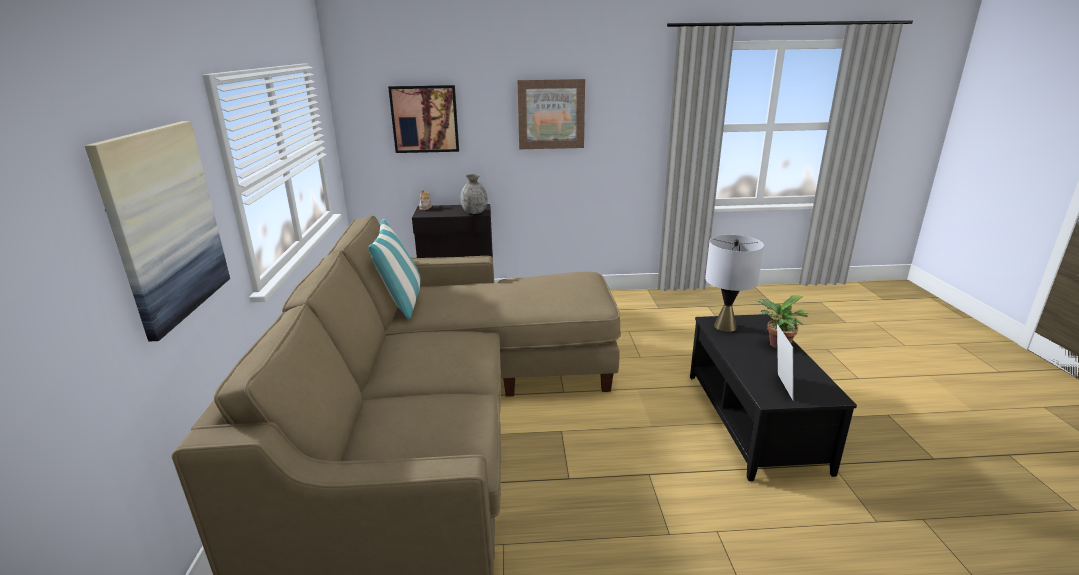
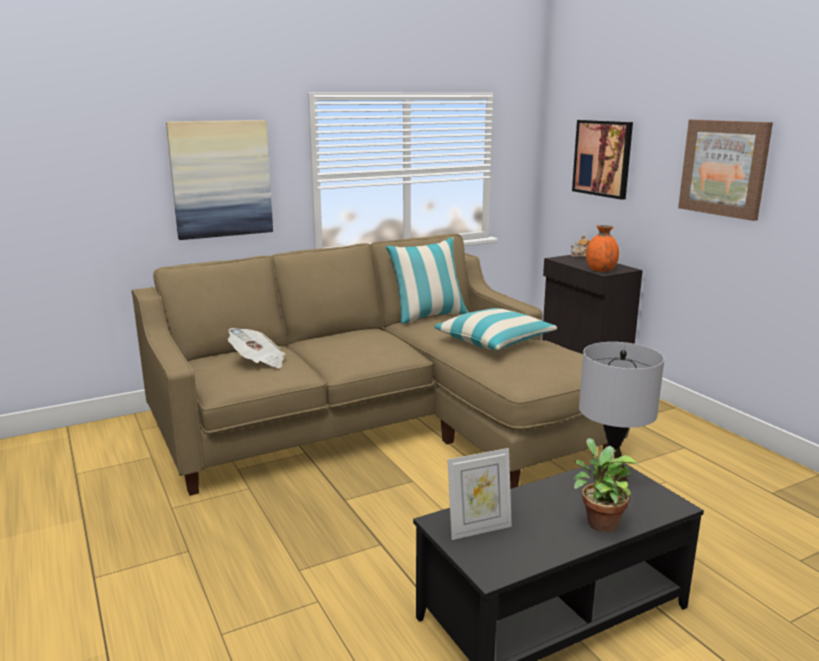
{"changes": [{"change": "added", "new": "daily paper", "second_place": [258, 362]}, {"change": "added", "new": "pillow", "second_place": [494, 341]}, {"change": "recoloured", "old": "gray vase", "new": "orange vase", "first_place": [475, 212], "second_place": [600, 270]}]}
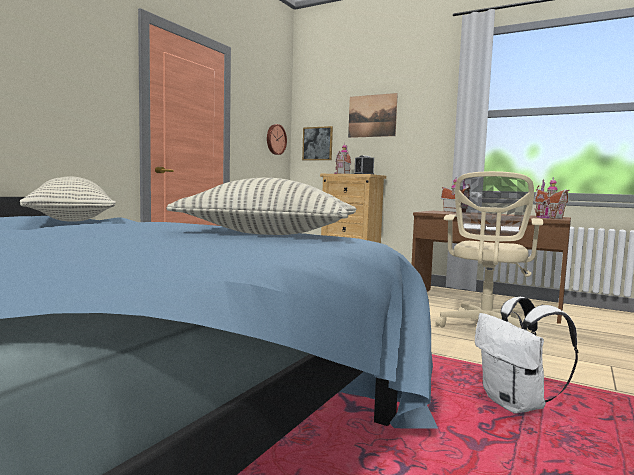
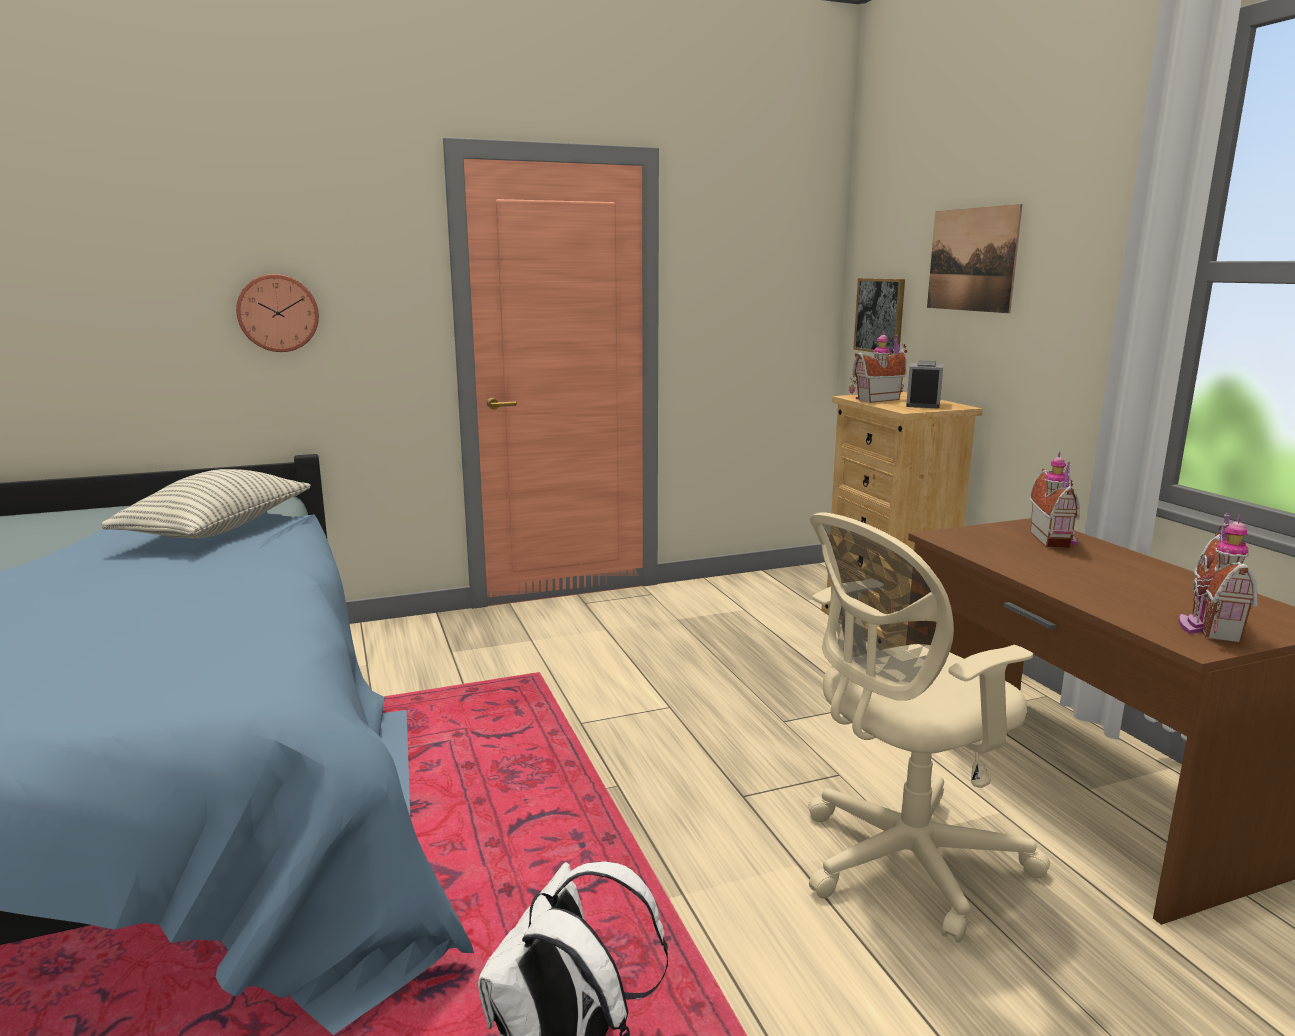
{"changes": [{"change": "moved", "old": "clock on the wall", "first_place": [275, 139], "second_place": [278, 313]}, {"change": "removed", "old": "pillow", "first_place": [267, 234]}]}
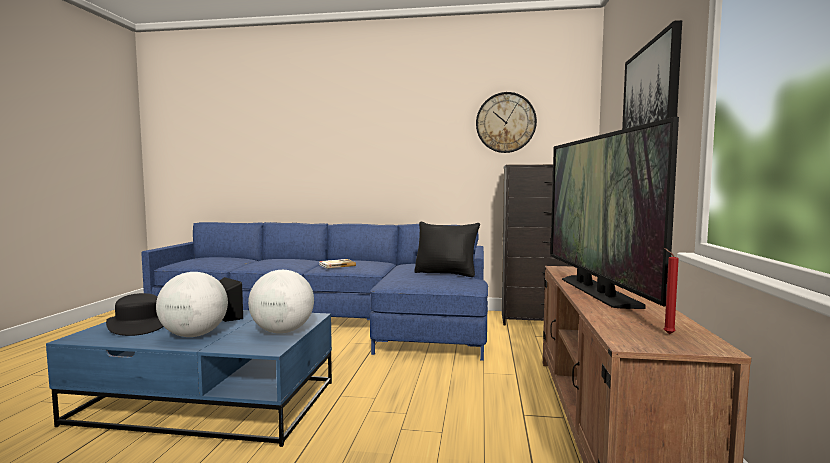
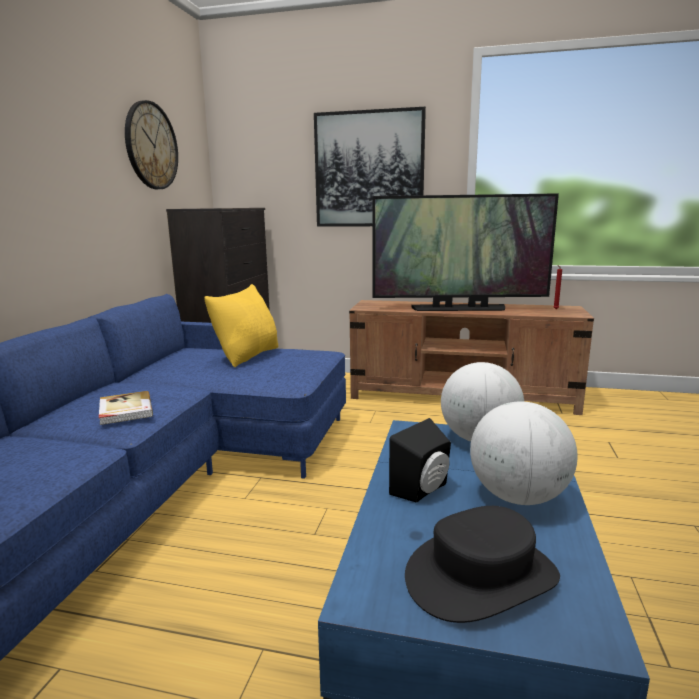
{"changes": [{"change": "recoloured", "old": "blackish pillow", "new": "yellowish pillow", "first_place": [446, 273], "second_place": [247, 356]}]}
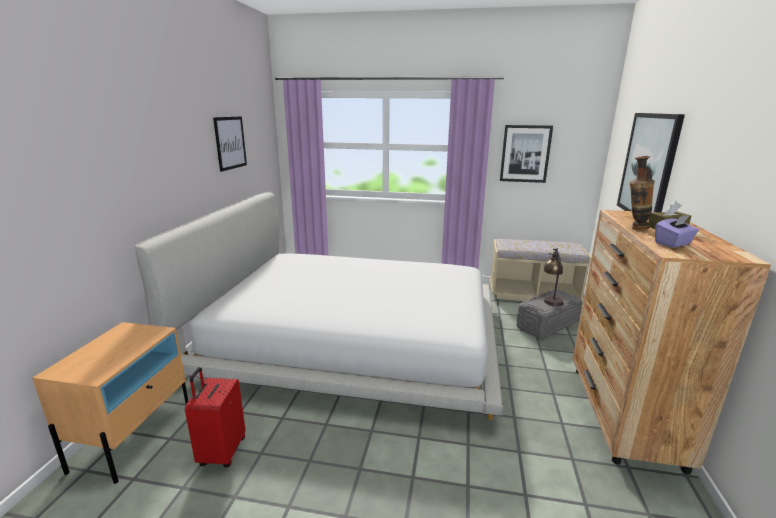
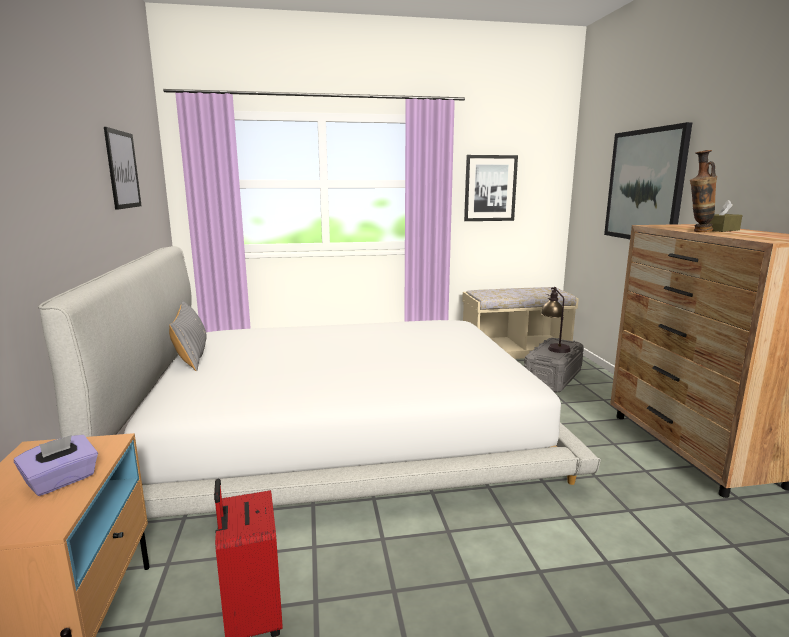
{"changes": [{"change": "moved", "old": "purplish tissue box", "first_place": [673, 243], "second_place": [62, 481]}, {"change": "added", "new": "gray pillow", "second_place": [192, 354]}]}
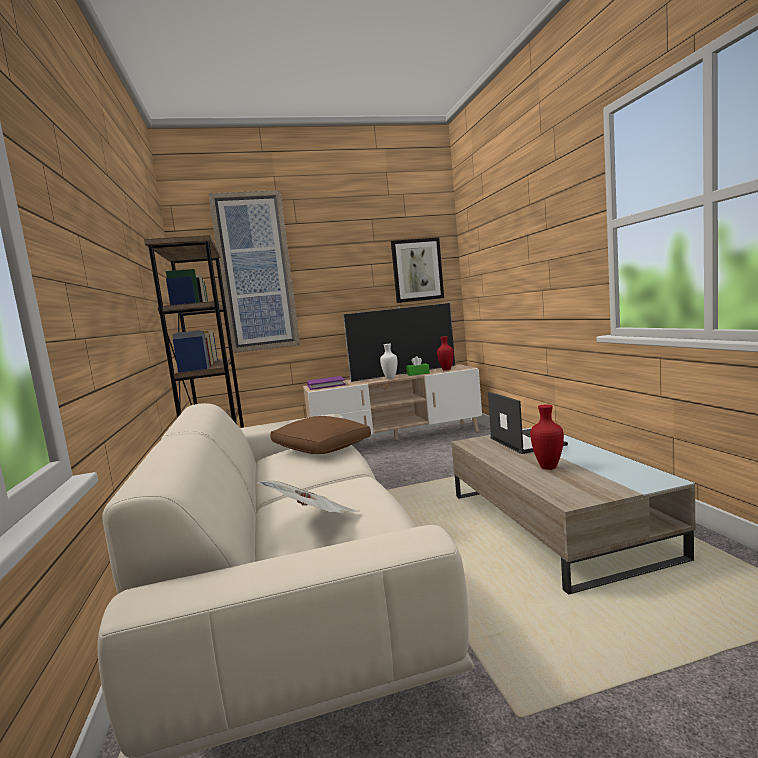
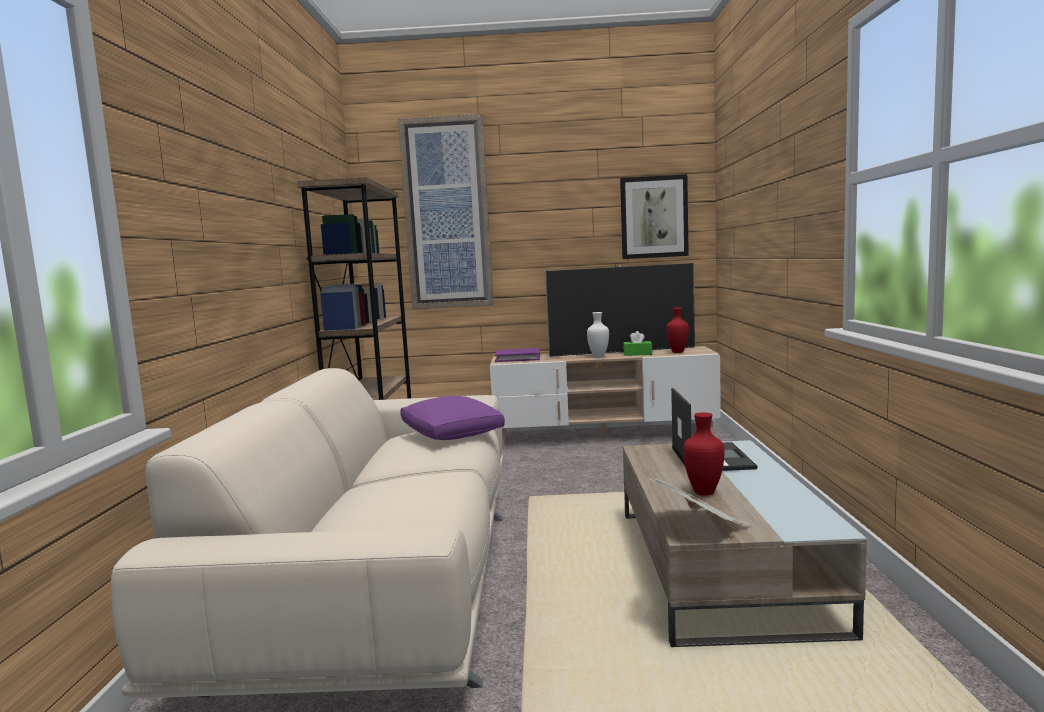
{"changes": [{"change": "recoloured", "old": "brownish pillow", "new": "purplish pillow", "first_place": [321, 448], "second_place": [452, 433]}, {"change": "moved", "old": "daily paper", "first_place": [312, 521], "second_place": [699, 526]}]}
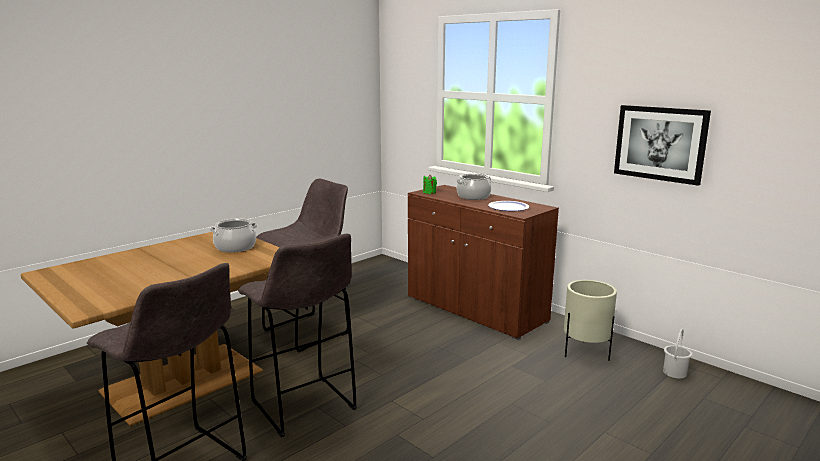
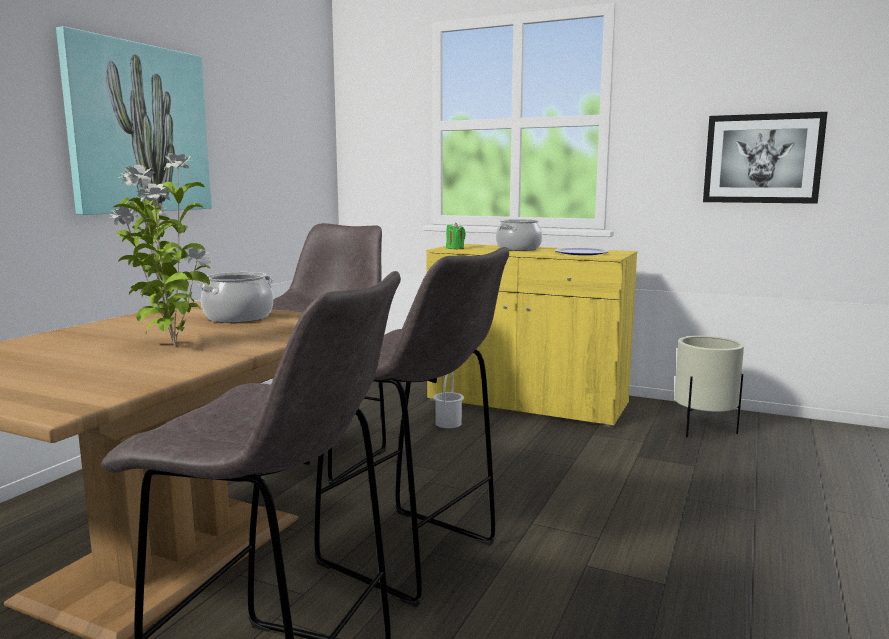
{"changes": [{"change": "added", "new": "wall picture", "second_place": [139, 129]}, {"change": "added", "new": "potted plant", "second_place": [171, 346]}, {"change": "recoloured", "old": "brownish storage cabinet", "new": "yellowish storage cabinet", "first_place": [475, 309], "second_place": [526, 403]}, {"change": "moved", "old": "whitish pail", "first_place": [674, 372], "second_place": [448, 423]}]}
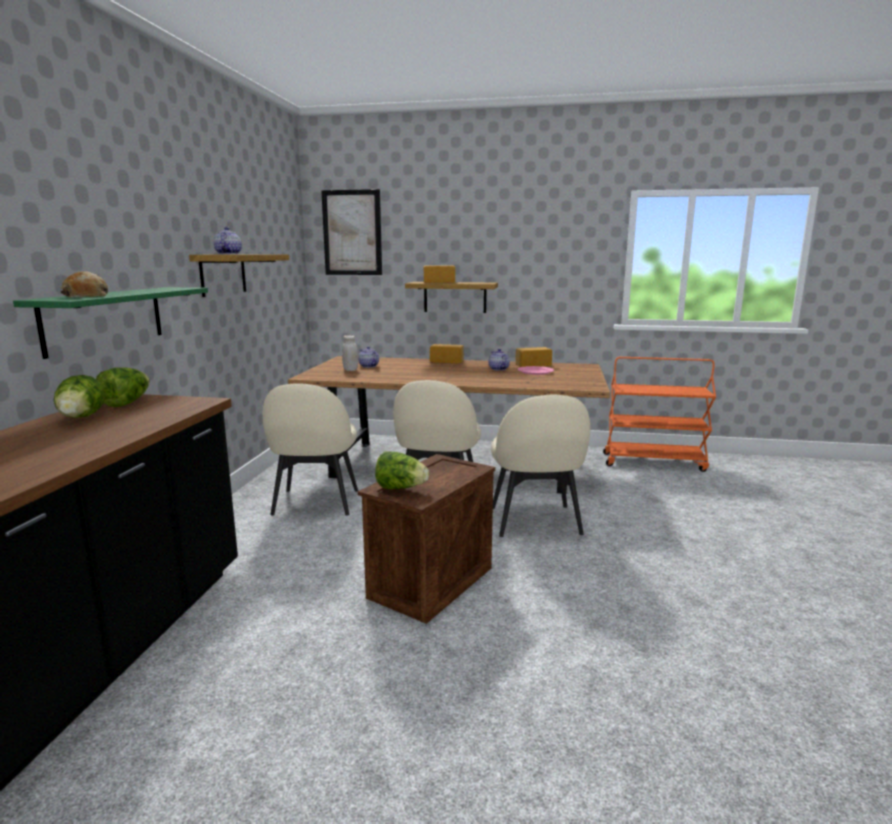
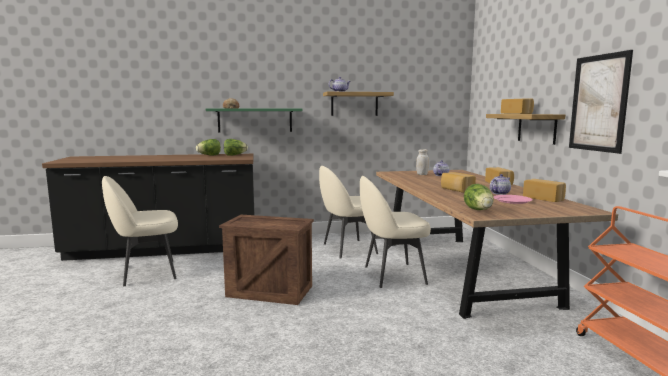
{"changes": [{"change": "moved", "old": "beige upright chair", "first_place": [535, 522], "second_place": [147, 273]}, {"change": "added", "new": "baked bread", "second_place": [456, 190]}, {"change": "moved", "old": "lettuce head", "first_place": [401, 488], "second_place": [479, 210]}, {"change": "moved", "old": "wall picture", "first_place": [352, 233], "second_place": [598, 103]}]}
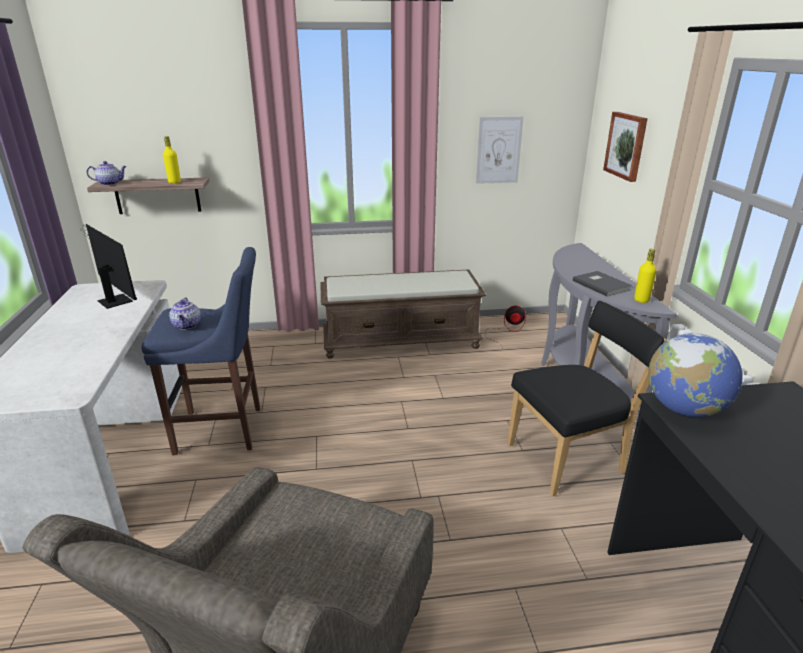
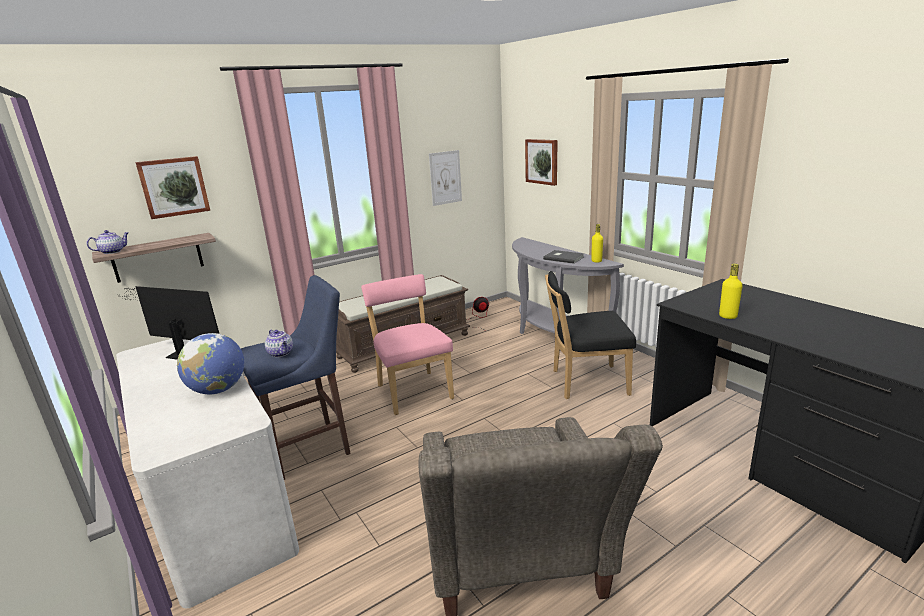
{"changes": [{"change": "added", "new": "wall picture", "second_place": [174, 187]}, {"change": "moved", "old": "globe", "first_place": [684, 409], "second_place": [218, 390]}, {"change": "added", "new": "pink upright chair", "second_place": [413, 390]}, {"change": "turned", "old": "blackish upright chair", "first_place": [570, 458], "second_place": [585, 382], "degrees": -135}, {"change": "moved", "old": "yellowish bottle", "first_place": [174, 182], "second_place": [728, 316]}]}
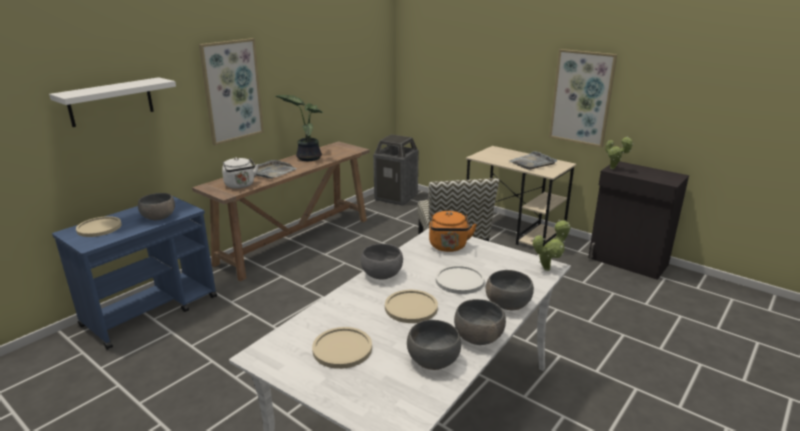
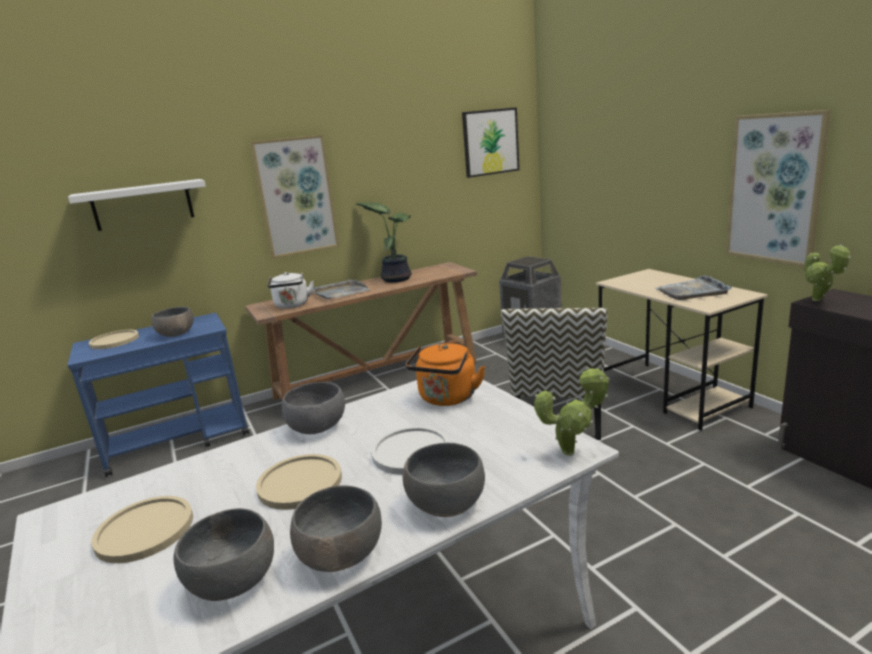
{"changes": [{"change": "added", "new": "wall picture", "second_place": [490, 142]}]}
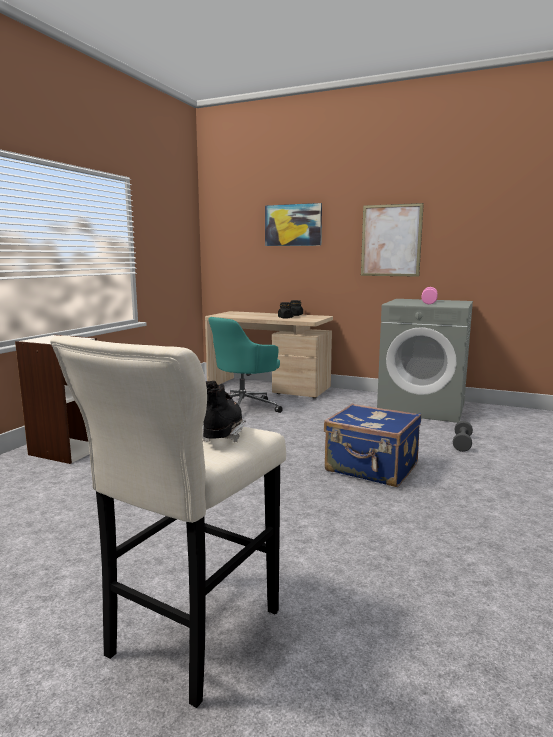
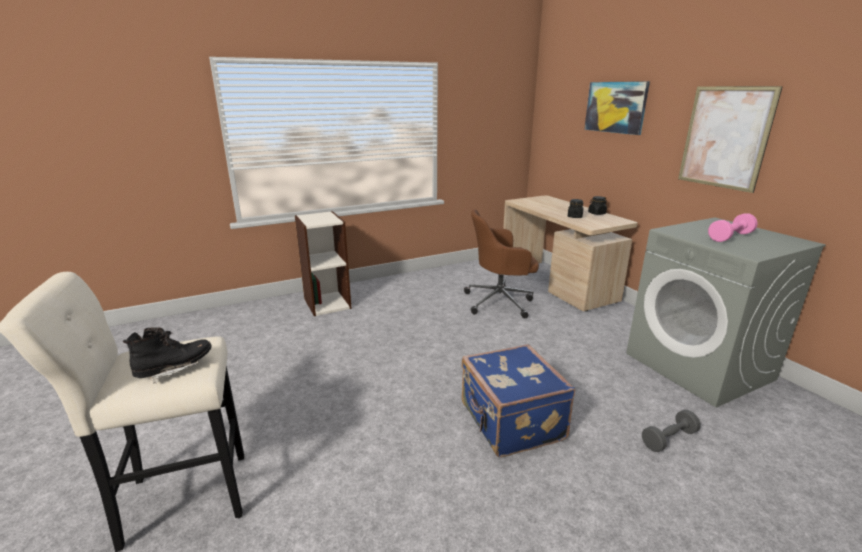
{"changes": [{"change": "recoloured", "old": "turquoise computer chair", "new": "brownish computer chair", "first_place": [243, 408], "second_place": [500, 302]}]}
